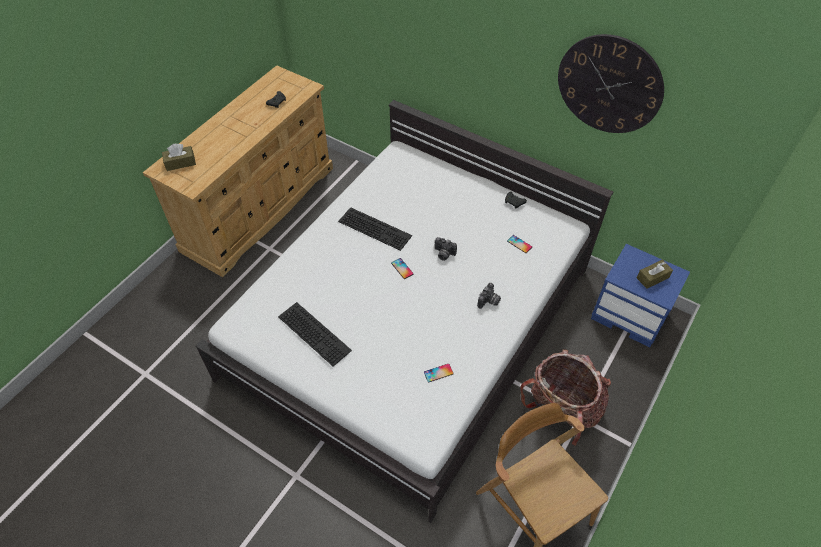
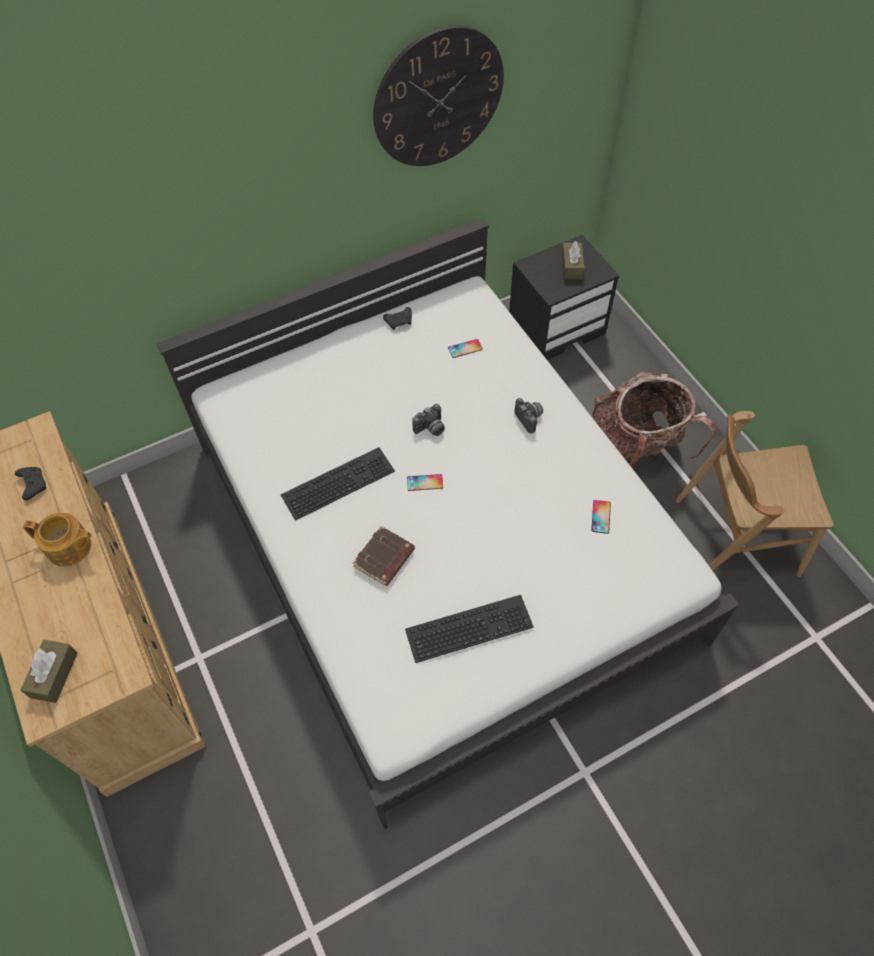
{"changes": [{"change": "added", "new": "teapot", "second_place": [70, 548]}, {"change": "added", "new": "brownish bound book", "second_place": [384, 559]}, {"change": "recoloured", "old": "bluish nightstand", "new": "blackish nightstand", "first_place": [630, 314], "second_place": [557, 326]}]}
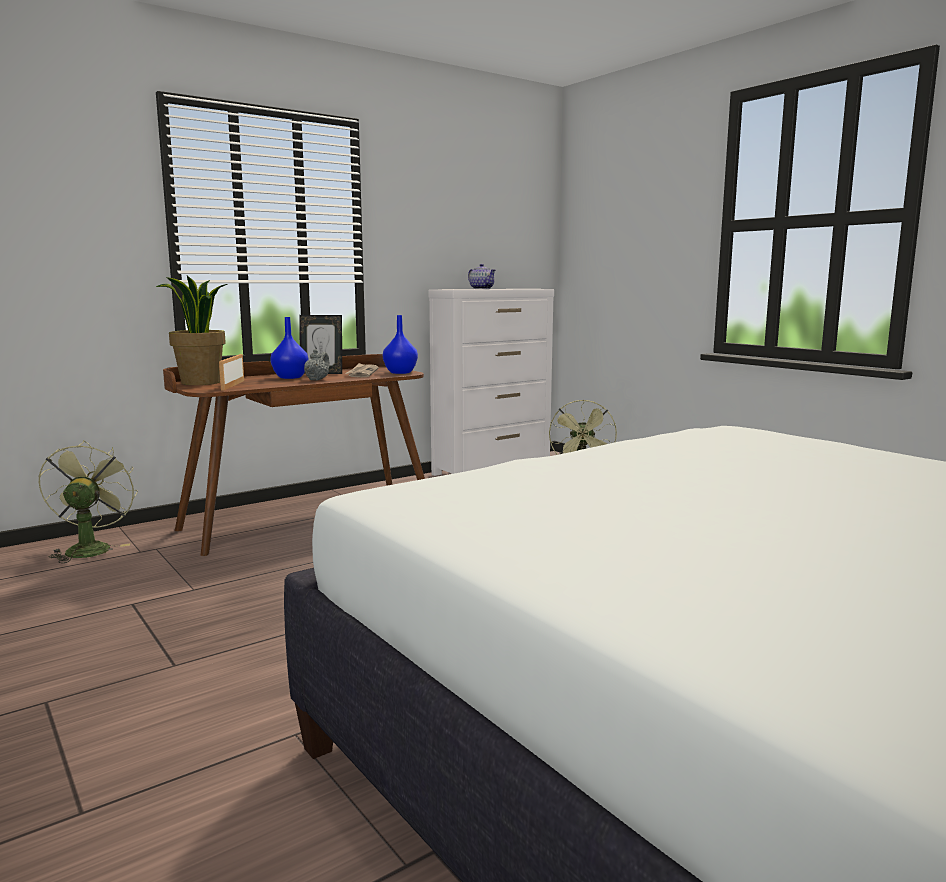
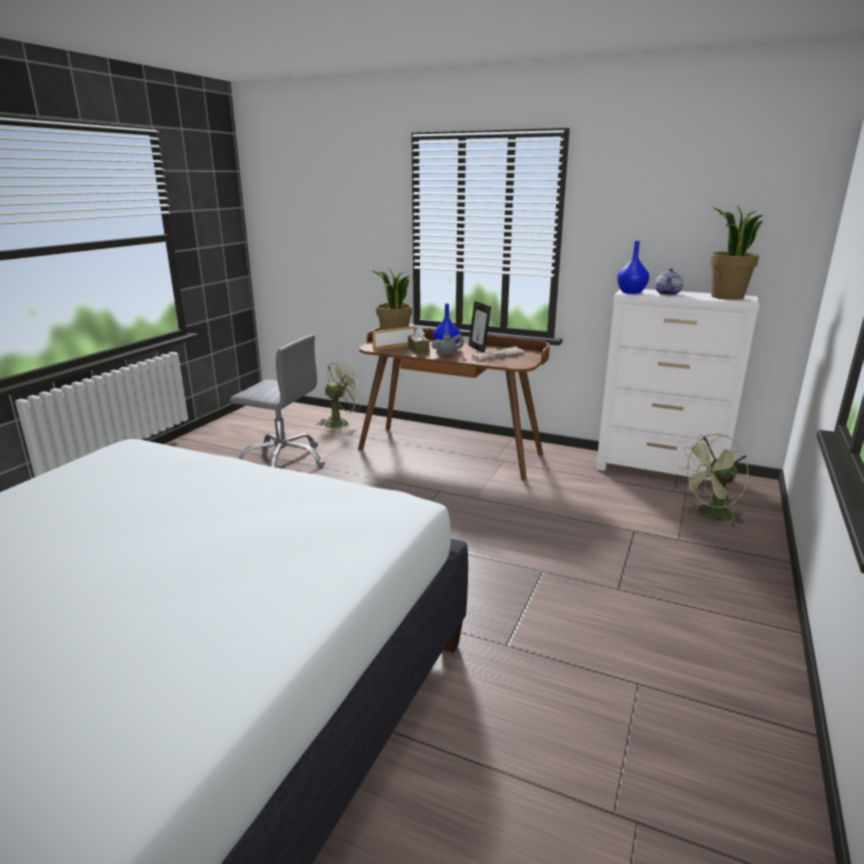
{"changes": [{"change": "added", "new": "gray computer chair", "second_place": [283, 460]}, {"change": "added", "new": "brownish tissue box", "second_place": [418, 349]}, {"change": "moved", "old": "bluish vase", "first_place": [401, 372], "second_place": [632, 292]}, {"change": "added", "new": "potted plant", "second_place": [726, 297]}]}
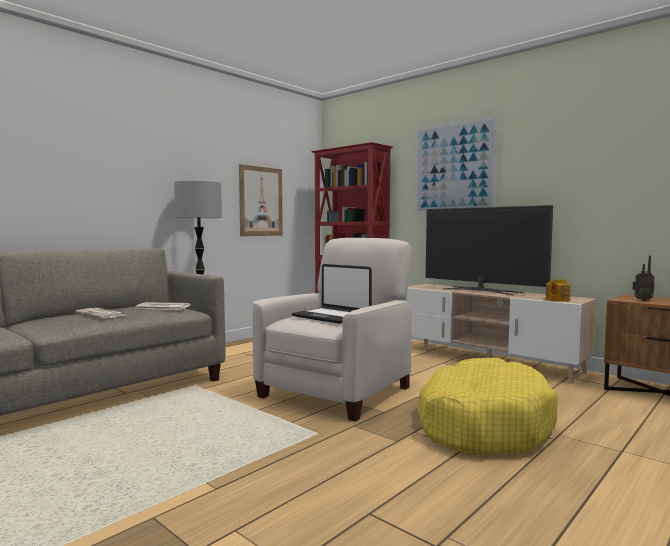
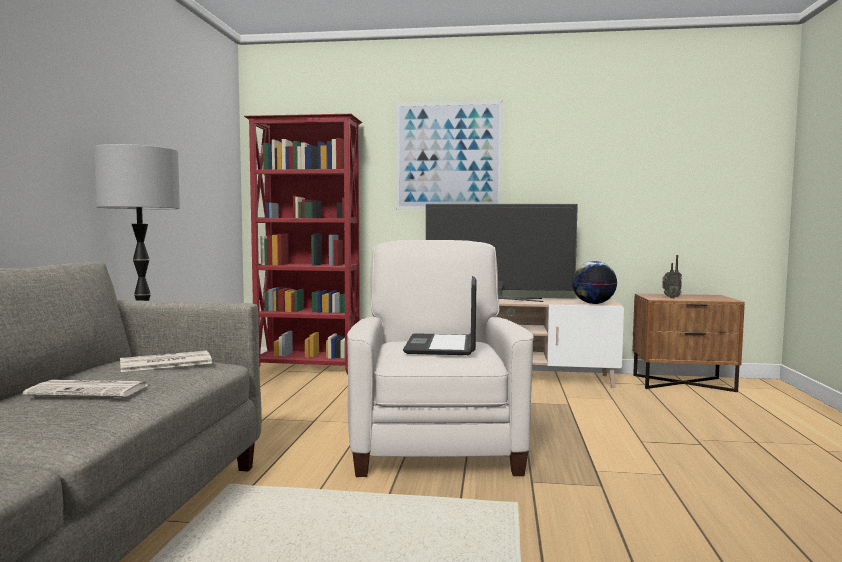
{"changes": [{"change": "turned", "old": "notebook computer", "first_place": [332, 316], "second_place": [443, 346], "degrees": 90}, {"change": "replaced", "old": "teapot", "new": "globe", "first_place": [557, 300], "second_place": [593, 303]}, {"change": "removed", "old": "wall picture", "first_place": [261, 201]}, {"change": "removed", "old": "yellowish dog bed", "first_place": [482, 424]}]}
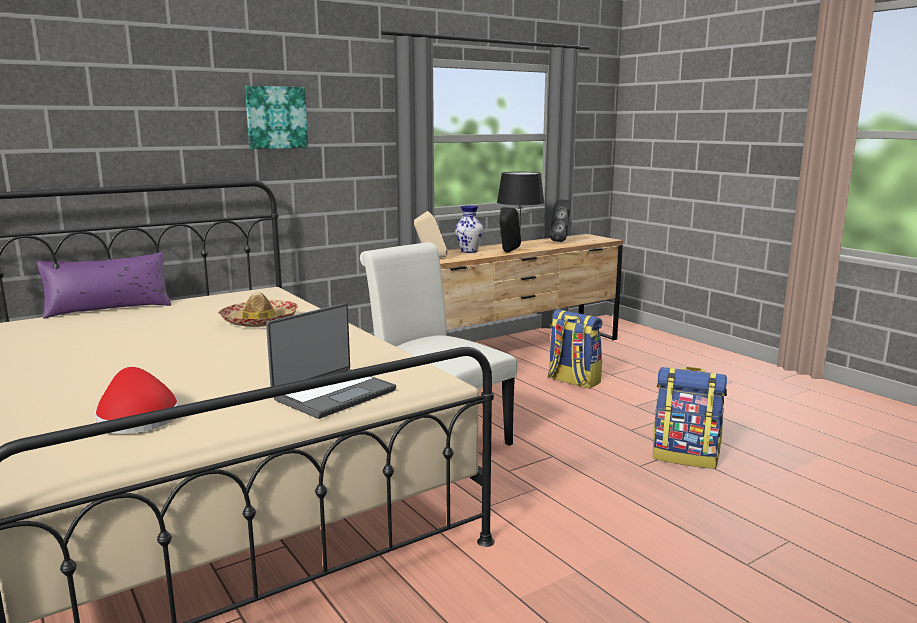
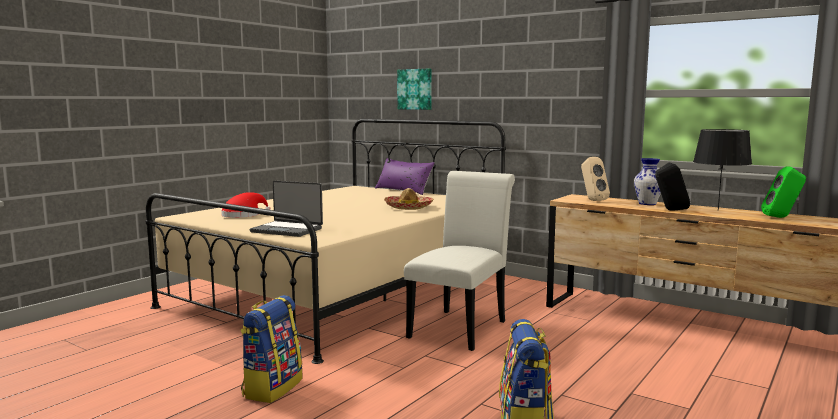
{"changes": [{"change": "moved", "old": "knapsack", "first_place": [573, 381], "second_place": [272, 387]}, {"change": "moved", "old": "wall picture", "first_place": [276, 117], "second_place": [415, 89]}, {"change": "recoloured", "old": "blackish loudspeaker", "new": "greenish loudspeaker", "first_place": [561, 241], "second_place": [782, 217]}]}
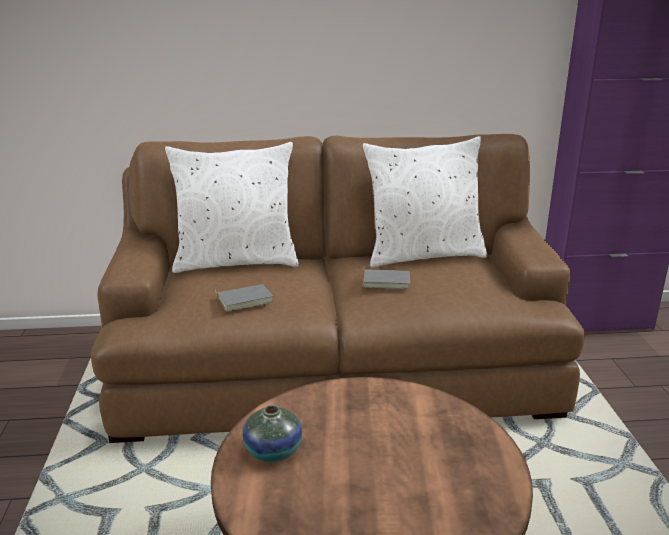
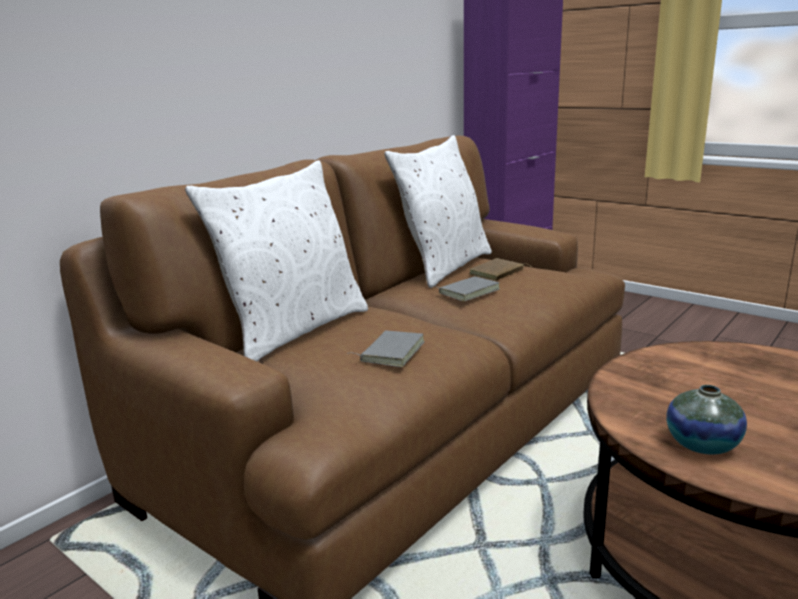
{"changes": [{"change": "added", "new": "brownish bound book", "second_place": [498, 273]}]}
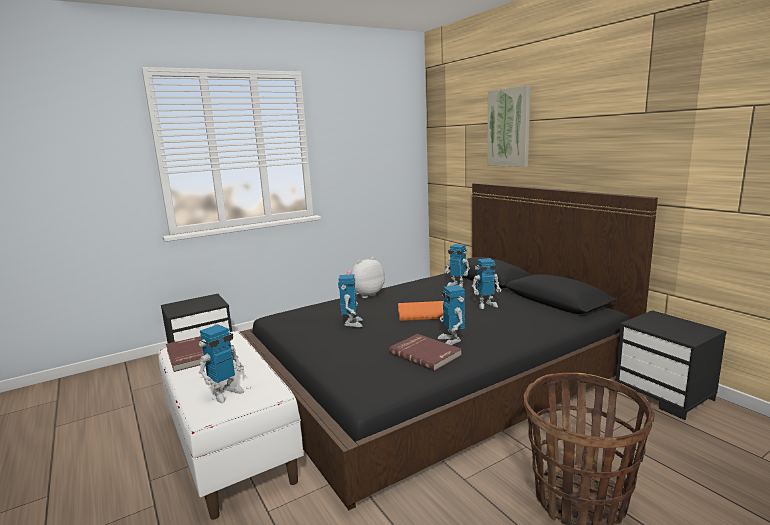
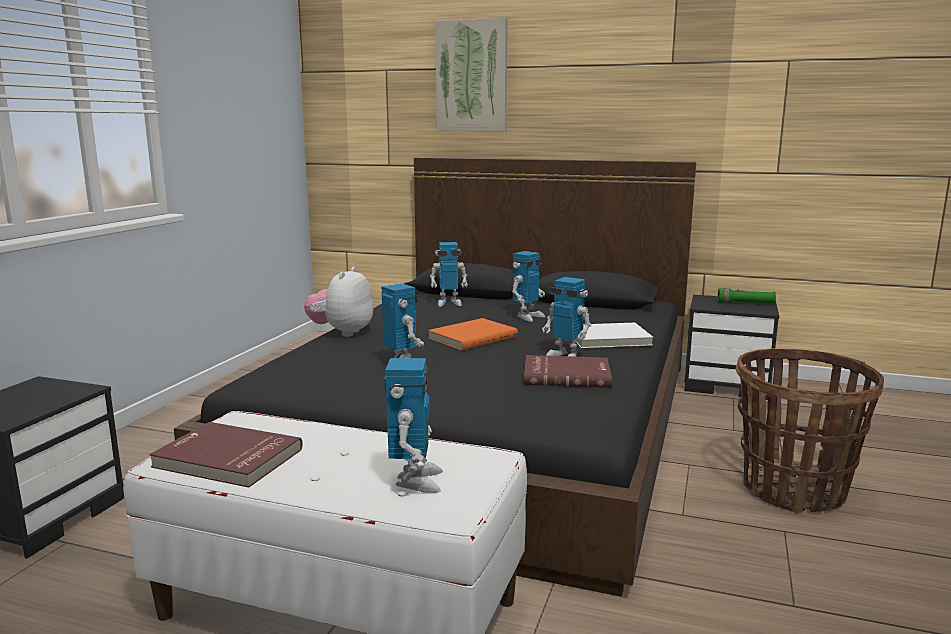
{"changes": [{"change": "added", "new": "whitish bound book", "second_place": [609, 339]}, {"change": "added", "new": "greenish hand torch", "second_place": [745, 303]}]}
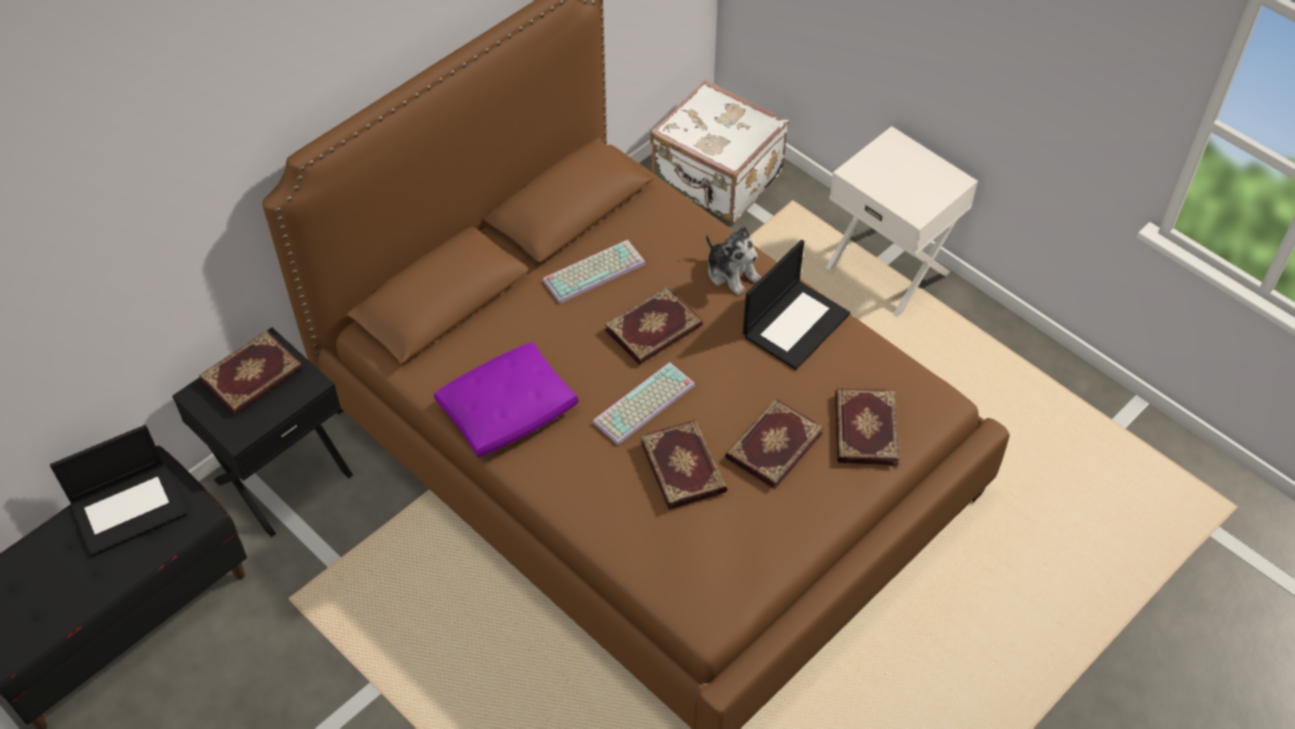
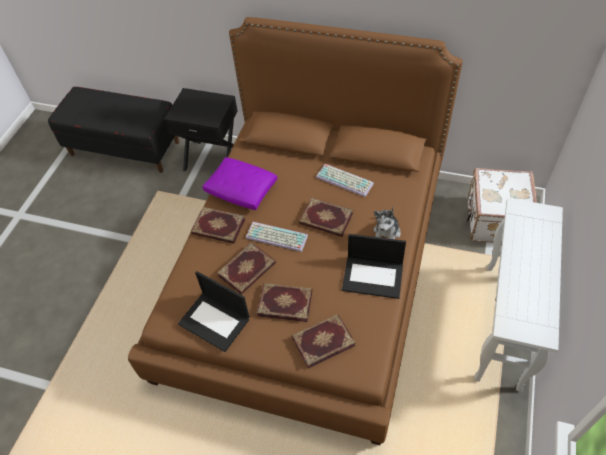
{"changes": [{"change": "moved", "old": "notebook computer", "first_place": [129, 507], "second_place": [215, 321]}, {"change": "moved", "old": "bound book", "first_place": [253, 376], "second_place": [218, 227]}, {"change": "replaced", "old": "whitish nightstand", "new": "whitish hall table", "first_place": [888, 269], "second_place": [503, 326]}]}
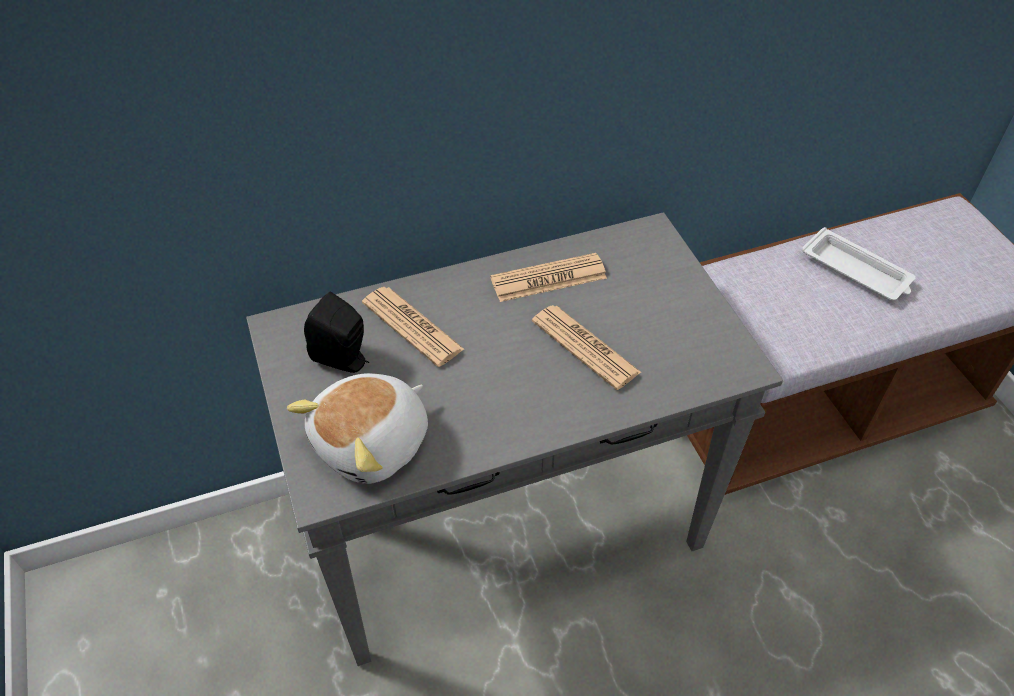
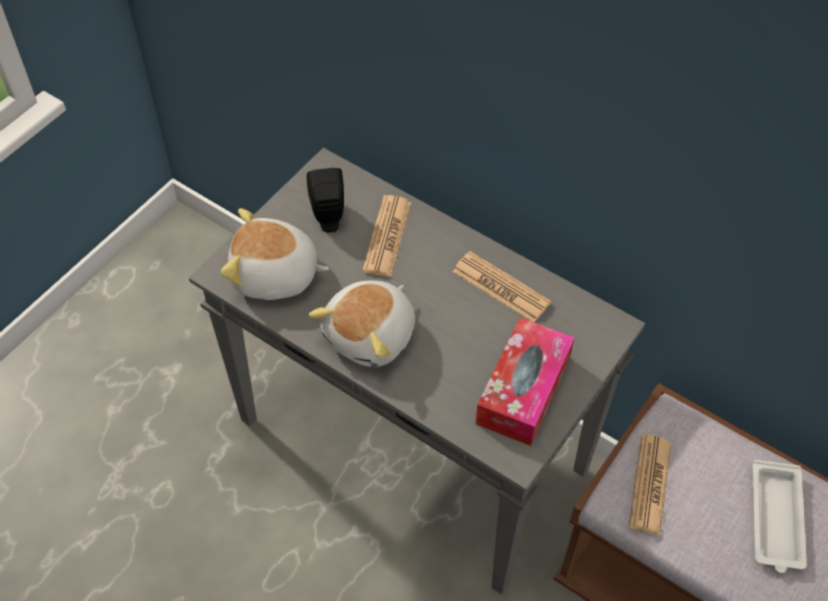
{"changes": [{"change": "added", "new": "plush toy", "second_place": [371, 336]}, {"change": "added", "new": "tissue box", "second_place": [523, 390]}, {"change": "moved", "old": "daily paper", "first_place": [585, 347], "second_place": [650, 484]}]}
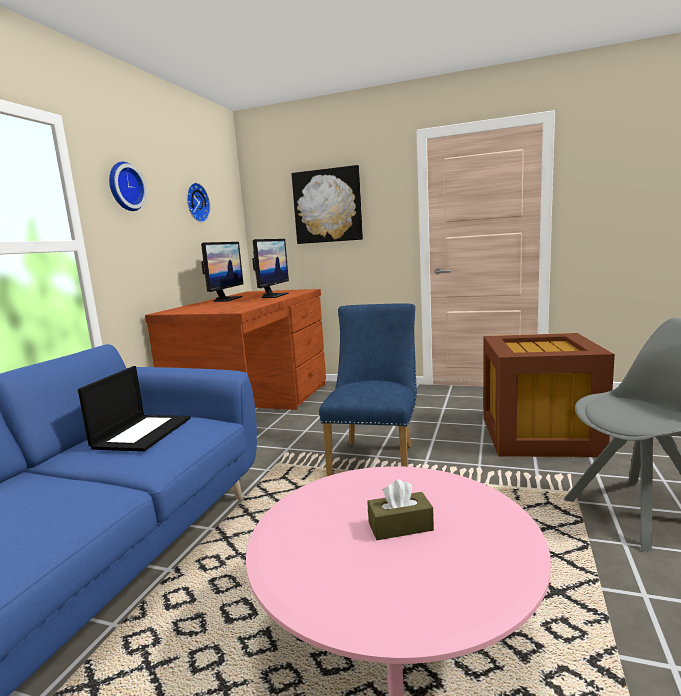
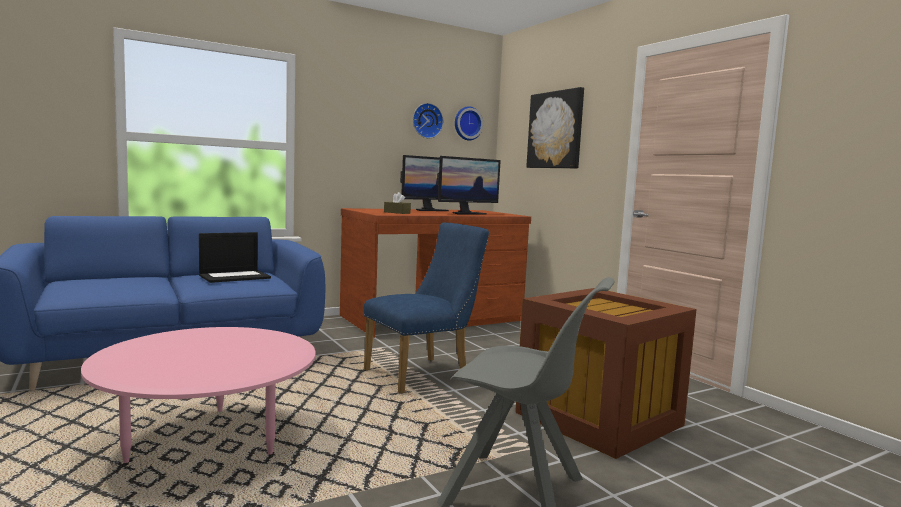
{"changes": [{"change": "moved", "old": "brownish tissue box", "first_place": [400, 526], "second_place": [397, 212]}, {"change": "moved", "old": "clock on the wall", "first_place": [124, 187], "second_place": [467, 123]}]}
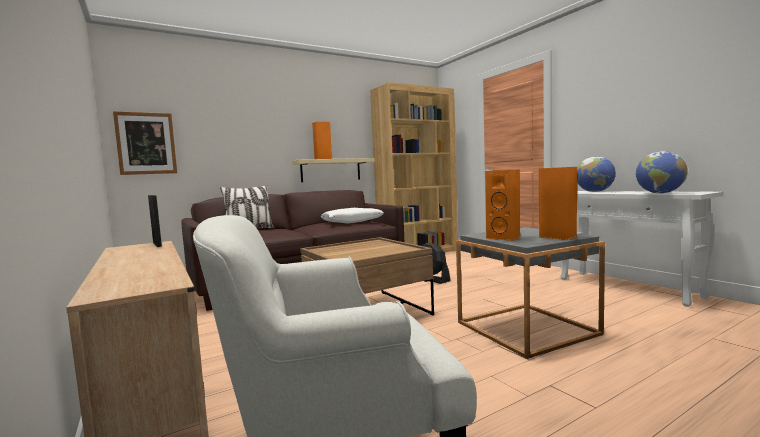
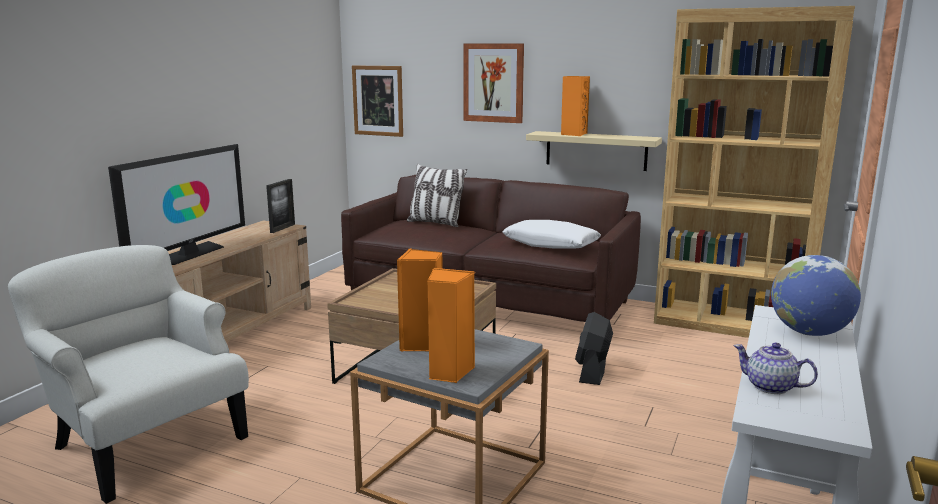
{"changes": [{"change": "added", "new": "TV", "second_place": [189, 254]}, {"change": "added", "new": "wall picture", "second_place": [493, 83]}, {"change": "replaced", "old": "globe", "new": "teapot", "first_place": [660, 193], "second_place": [771, 387]}]}
